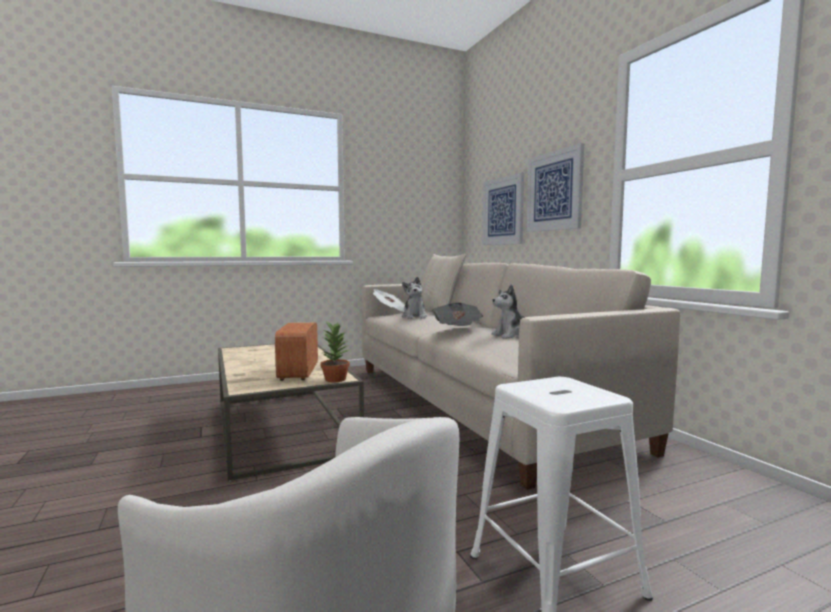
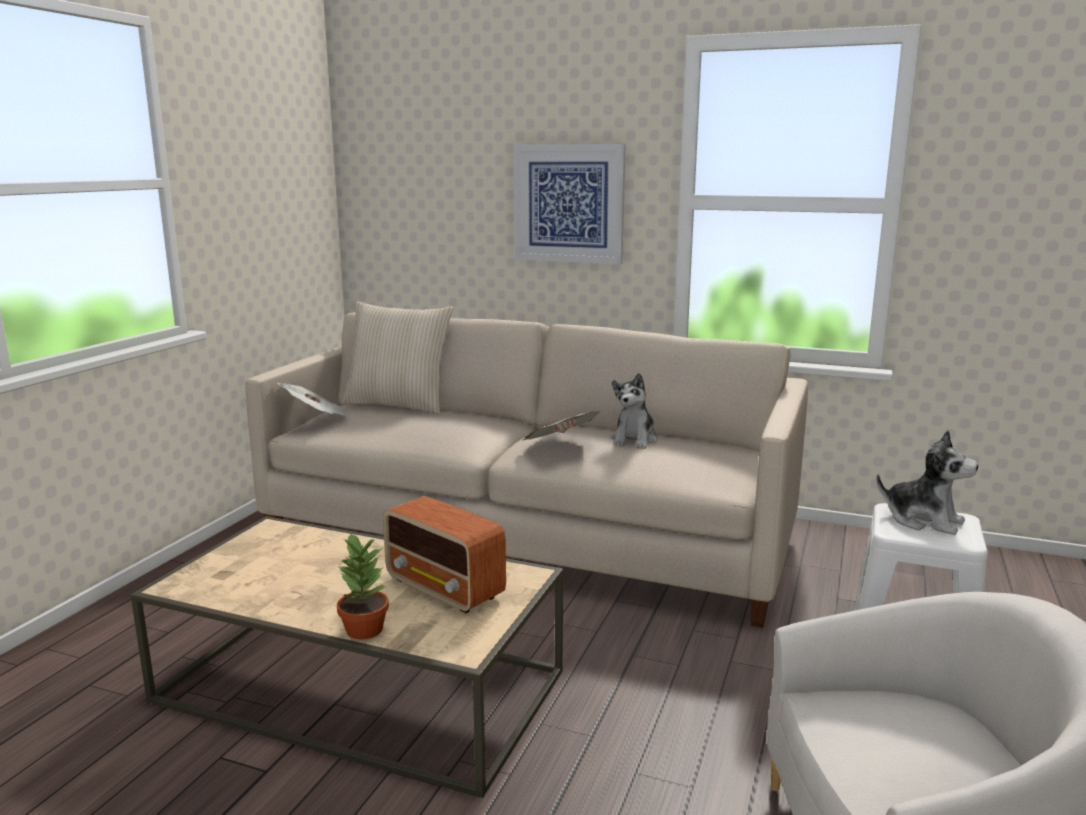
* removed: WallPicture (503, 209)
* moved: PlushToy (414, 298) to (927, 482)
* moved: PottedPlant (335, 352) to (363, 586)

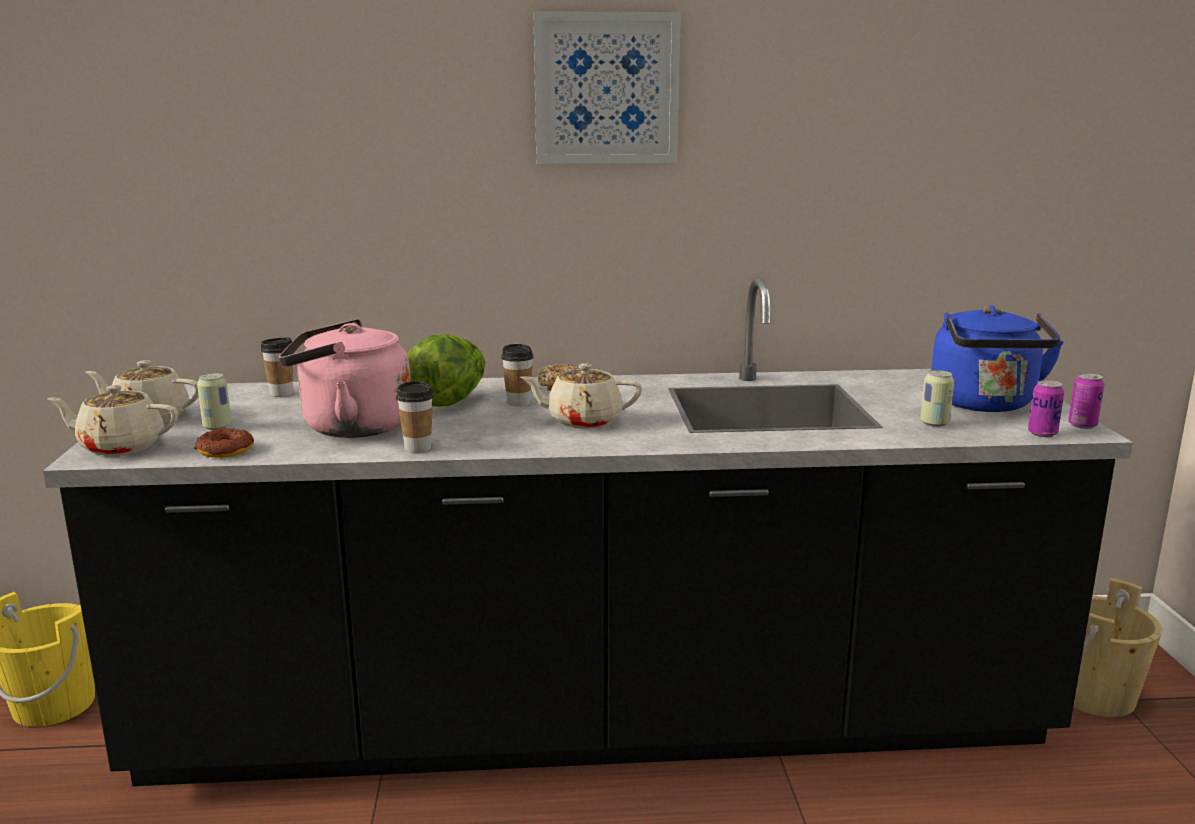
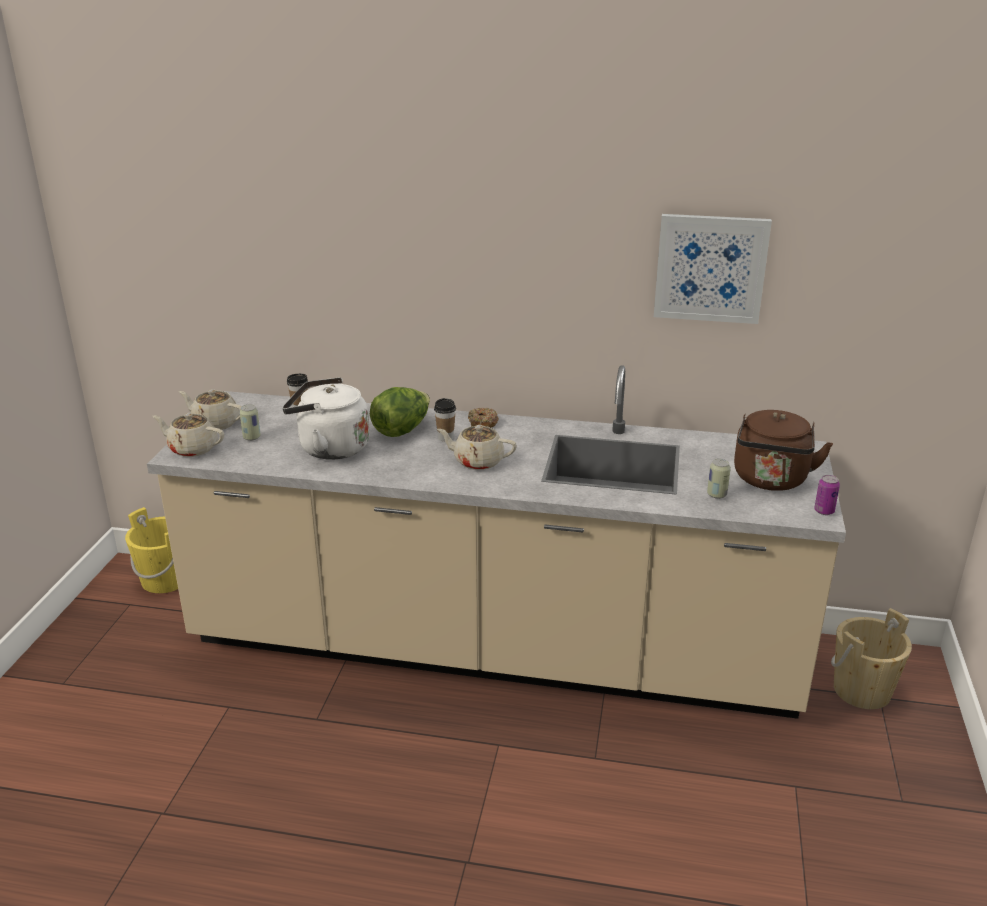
* moved: WallPicture (607, 87) to (713, 269)
* recoloured: BlackKitchenCounter (588, 531) to SandColouredKitchenCounter (496, 542)
* recoloured: BlueTeaKettle (997, 358) to BrownColouredTeaKettle (783, 450)
* recoloured: PinkColouredTeaKettle (345, 378) to WhitishTeaKettle (325, 418)
* removed: SealedCan (1046, 408)
* removed: DrinkingCup (415, 417)
* removed: Doughnut (224, 443)

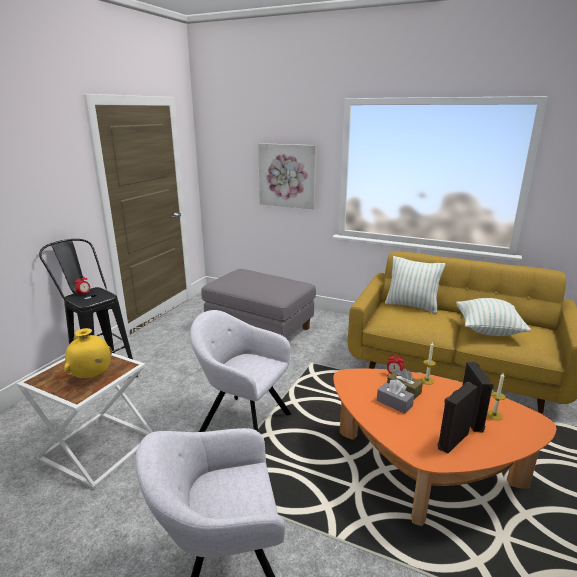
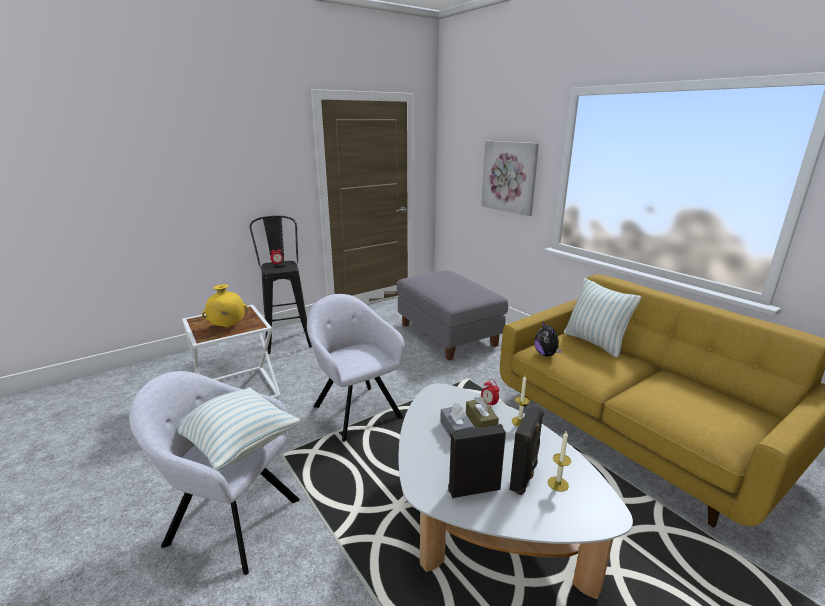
* moved: ThrowPillow (493, 317) to (238, 429)
* recoloured: OrangeColouredLoungeTable (444, 447) to WhitishLoungeTable (515, 491)
* added: PlushToy (548, 338)

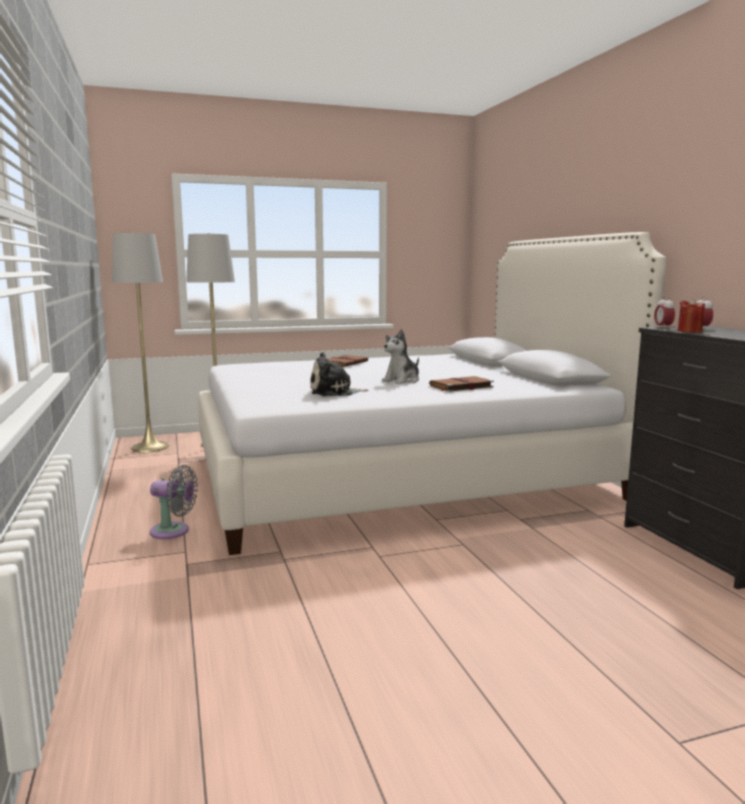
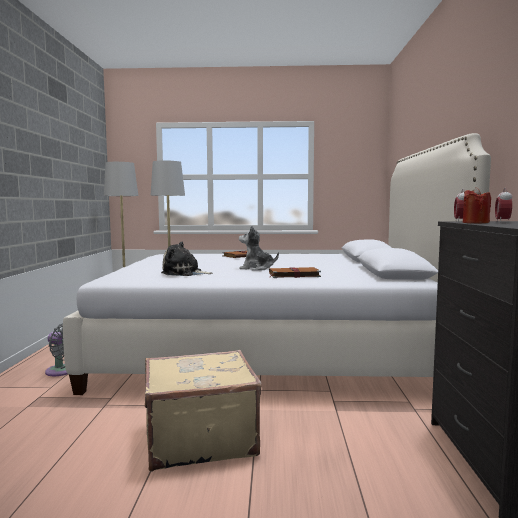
* turned: PlushToy (400, 356) = (259, 248) 45 degrees clockwise
* added: SandColouredPieceOfLuggage (203, 411)

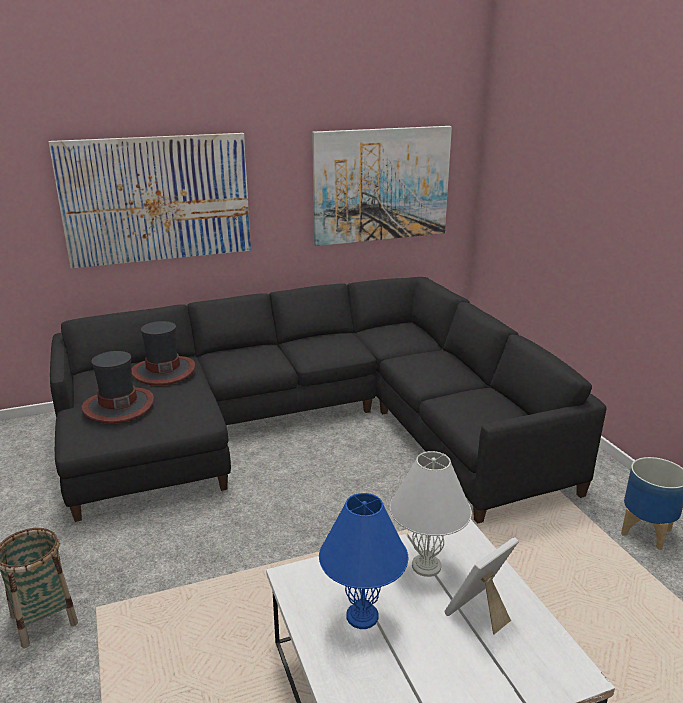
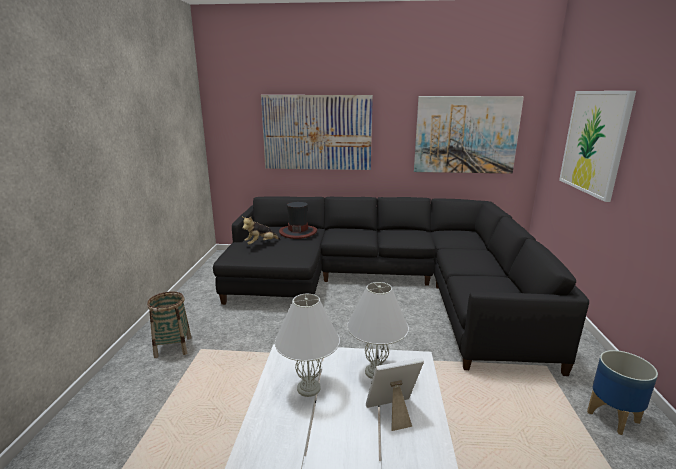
* replaced: Hat (117, 387) to PlushToy (261, 231)
* recoloured: BlueTabletopLamp (363, 561) to WhitishTabletopLamp (307, 345)
* added: WallPicture (597, 146)

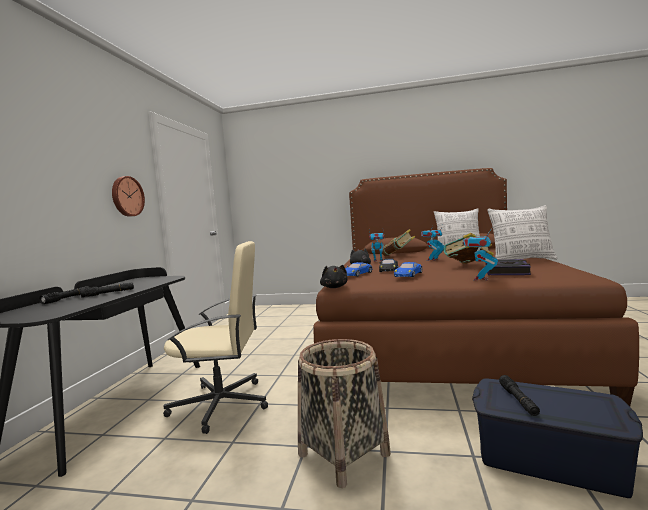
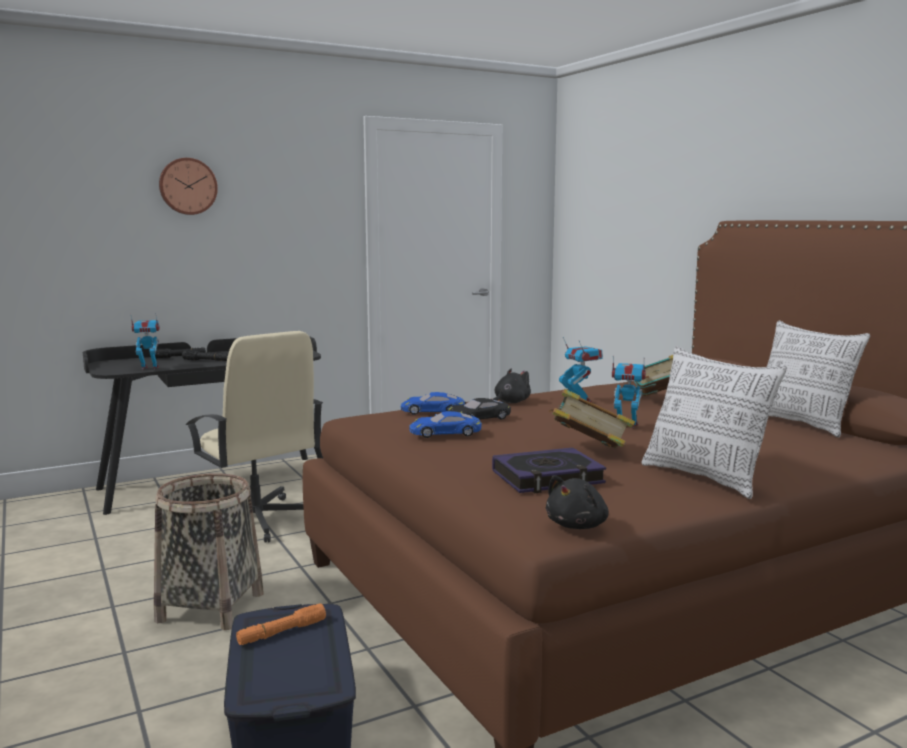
* moved: WallClock (128, 196) to (188, 186)
* moved: ToyRobot (480, 254) to (145, 341)
* moved: BlackPlushToy (334, 276) to (577, 502)
* recoloured: BlackTorch (519, 395) to OrangeColouredTorch (281, 624)

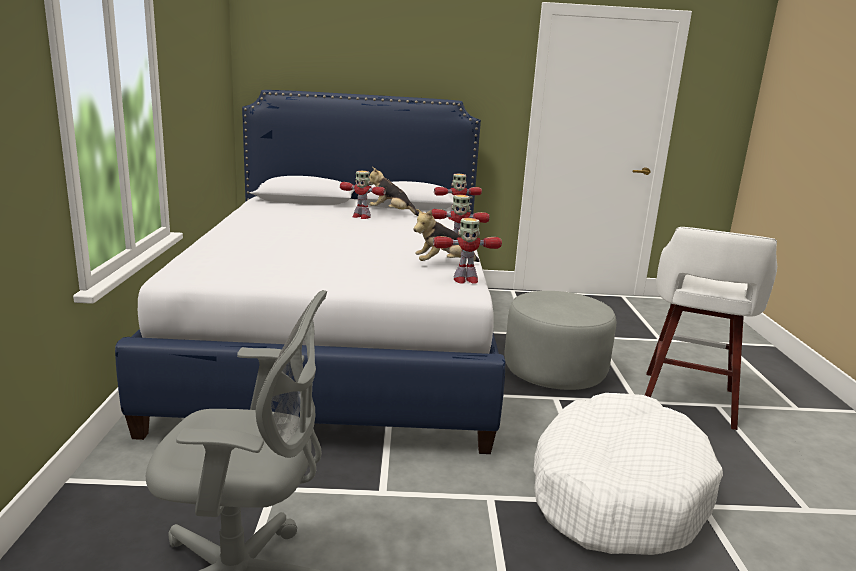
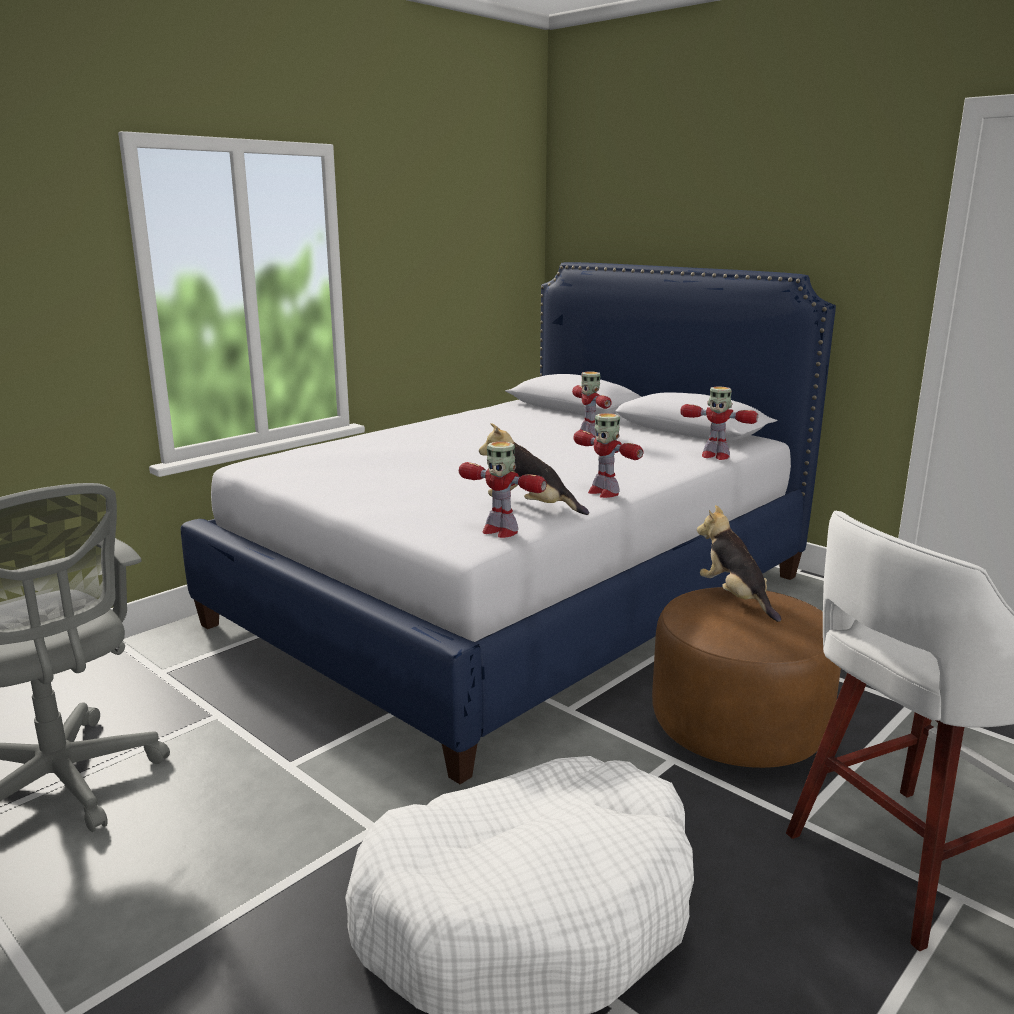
* moved: PlushToy (394, 191) to (739, 563)
* recoloured: GreyishOttoman (560, 340) to BrownColouredOttoman (746, 677)

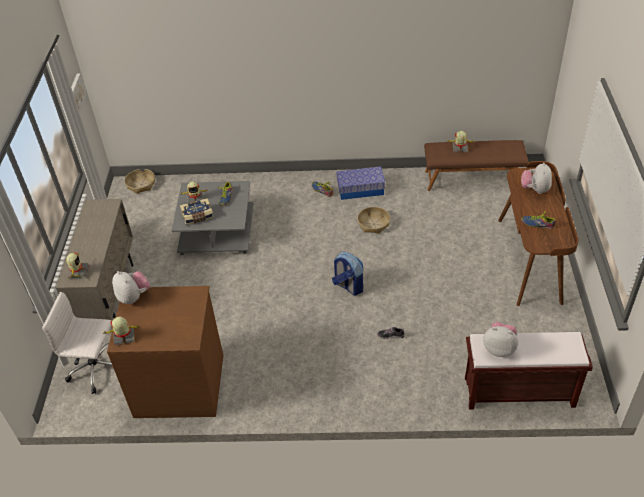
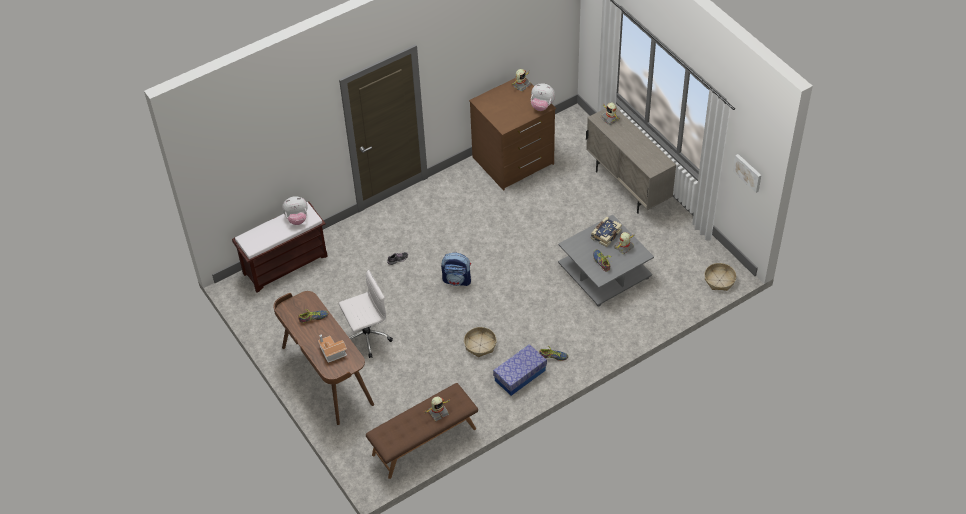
* replaced: PlushToy (536, 178) to MiniatureHouse (332, 349)
* moved: WhitishComputerChair (77, 343) to (366, 314)

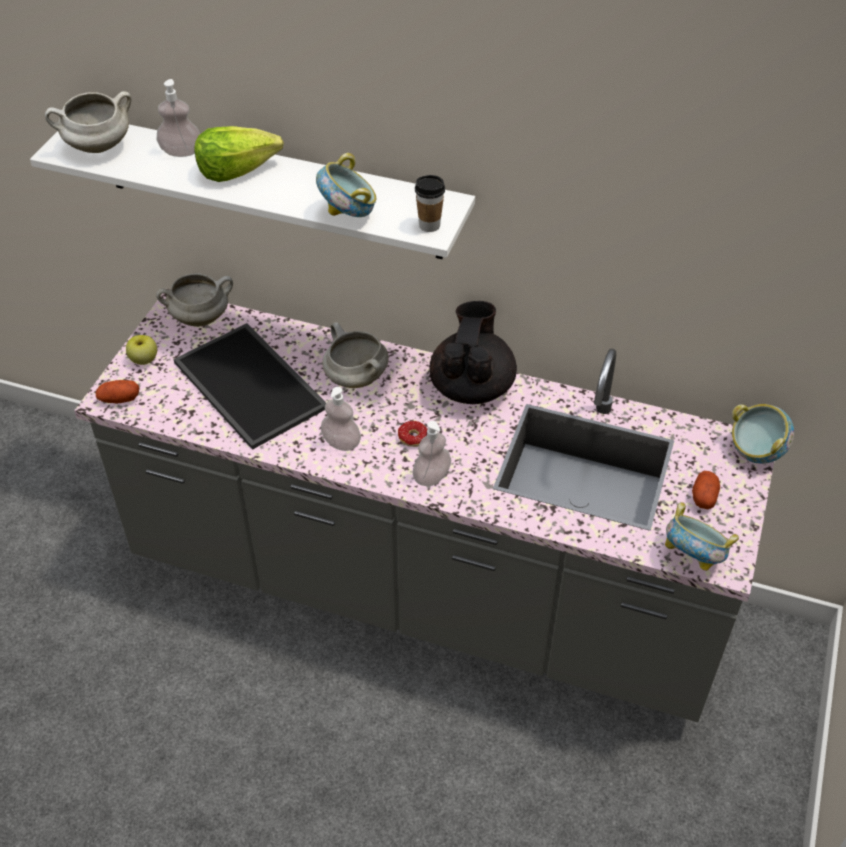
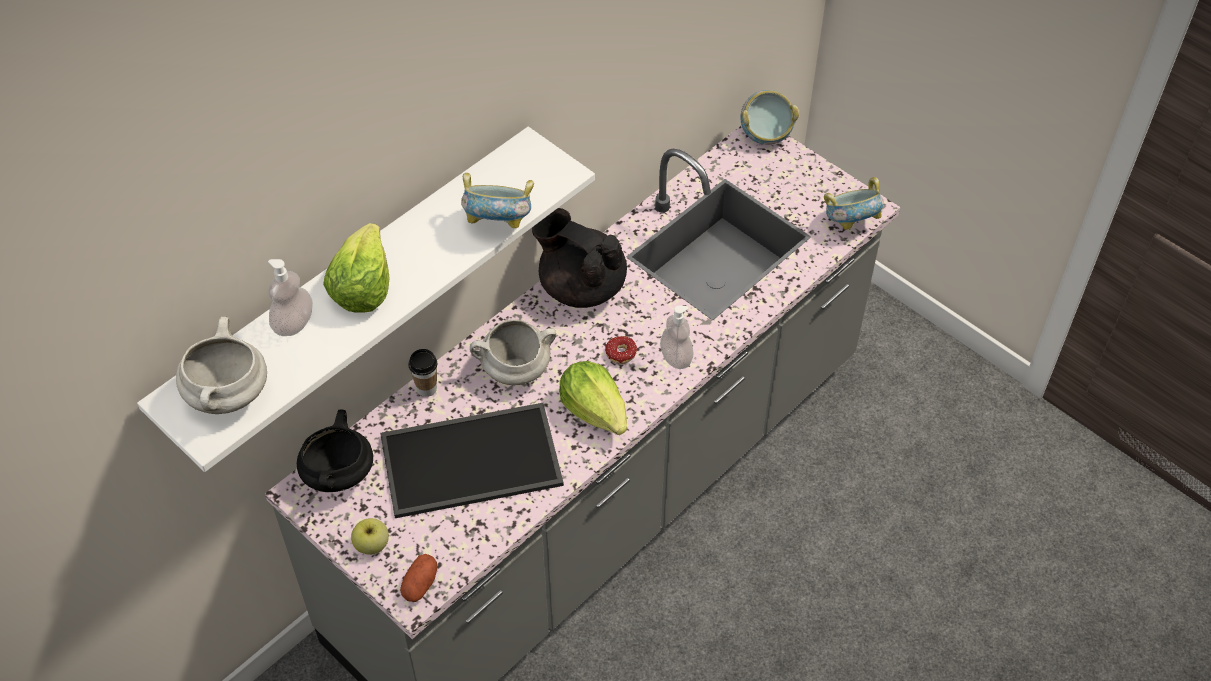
* moved: DrinkingCup (430, 203) to (423, 373)
* recoloured: WhitishSaucepot (194, 300) to BlackSaucepot (335, 450)
* replaced: SoapDispenser (341, 419) to LettuceHead (593, 398)
* removed: WholePotato (706, 490)

